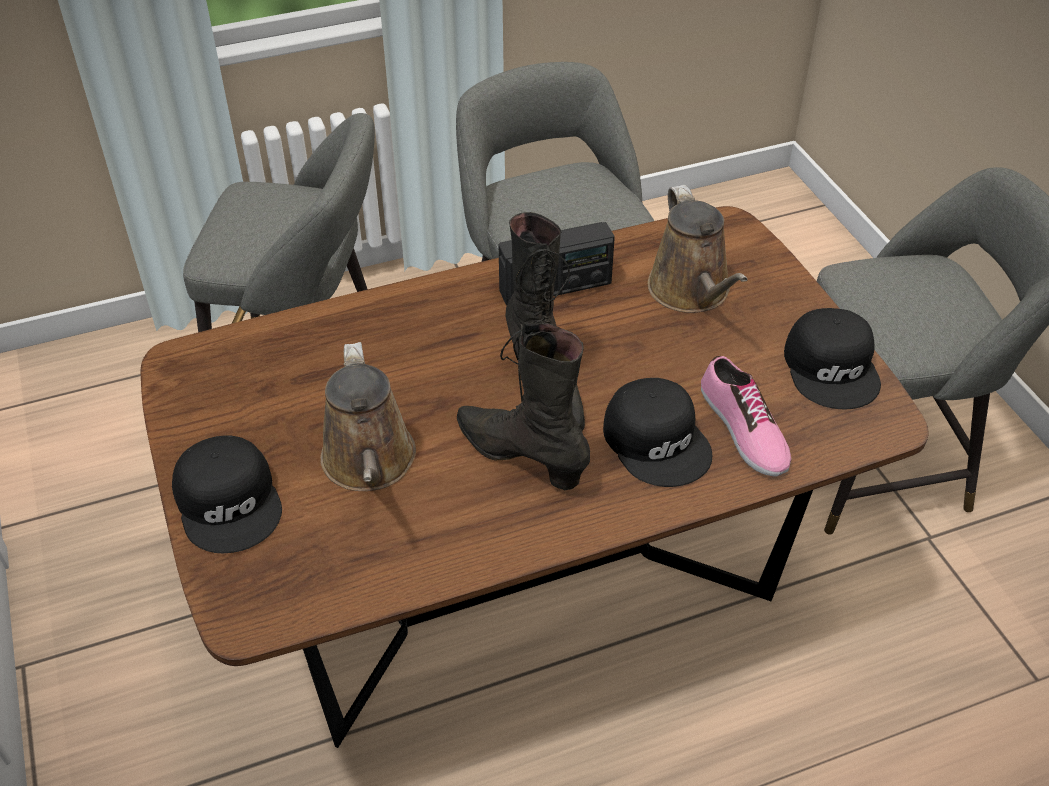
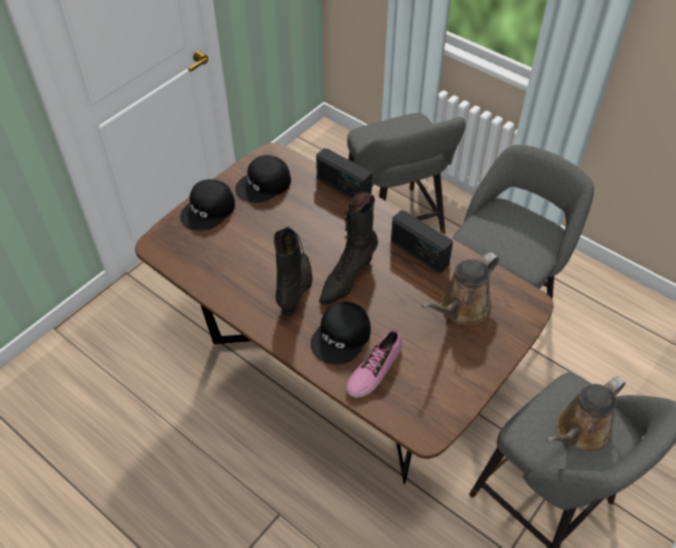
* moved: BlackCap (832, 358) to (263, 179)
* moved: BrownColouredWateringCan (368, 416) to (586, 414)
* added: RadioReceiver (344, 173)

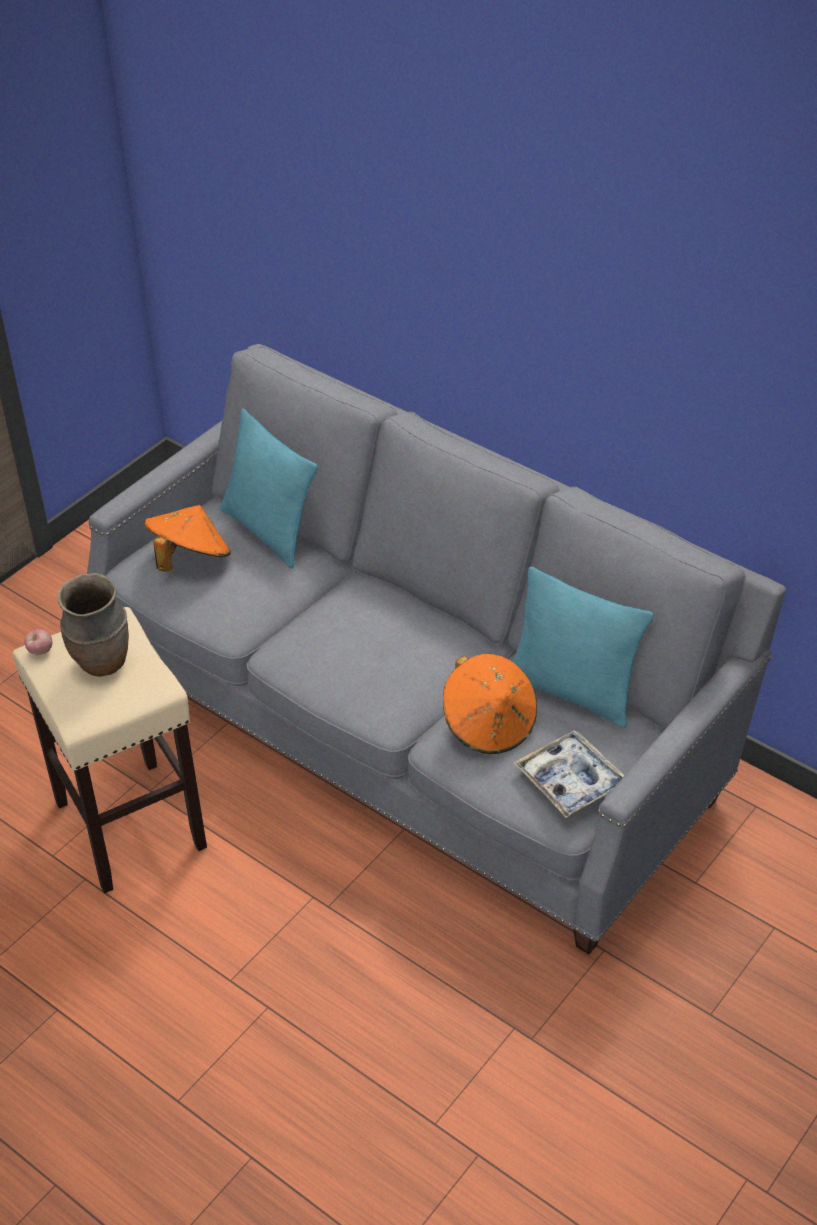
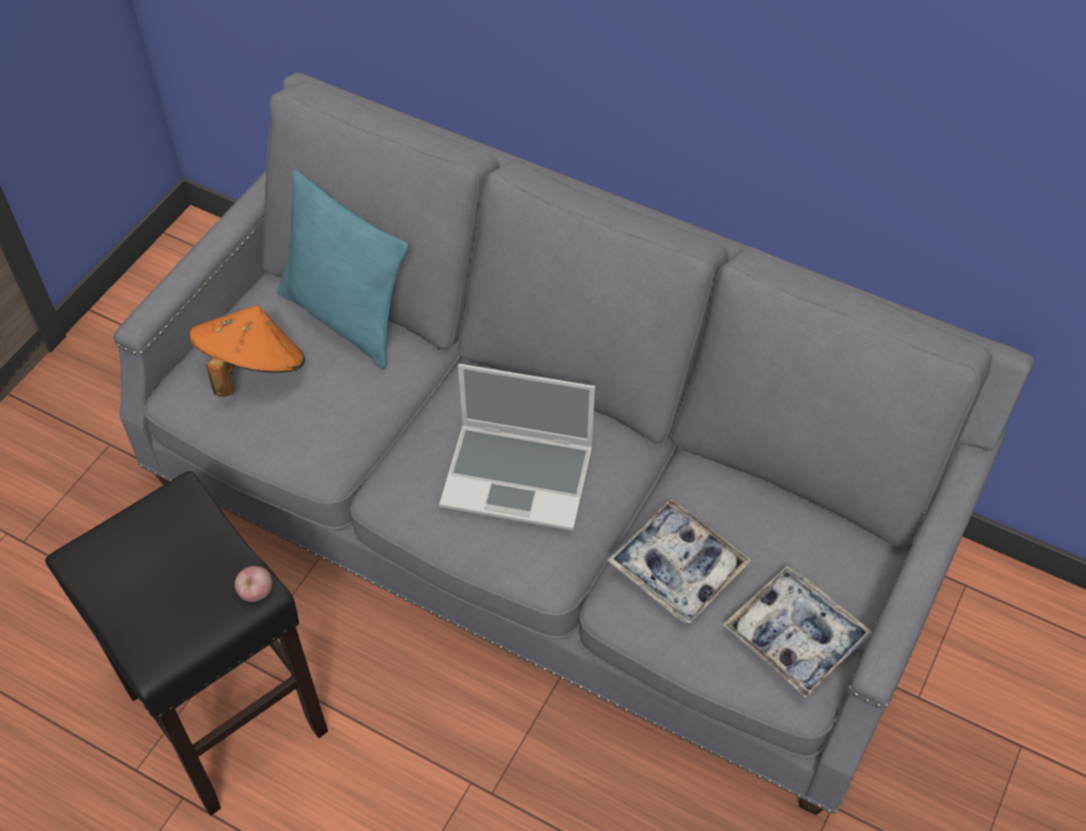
* removed: BlueGreenThrowPillow (583, 647)
* removed: BrownColouredDecorativeVase (93, 625)
* recoloured: SandColouredStoolSeat (110, 750) to BlackStoolSeat (186, 643)
* moved: Apple (38, 642) to (254, 584)
* replaced: OrangeColouredHat (490, 704) to CarryingTray (679, 561)
* added: Laptop (517, 447)

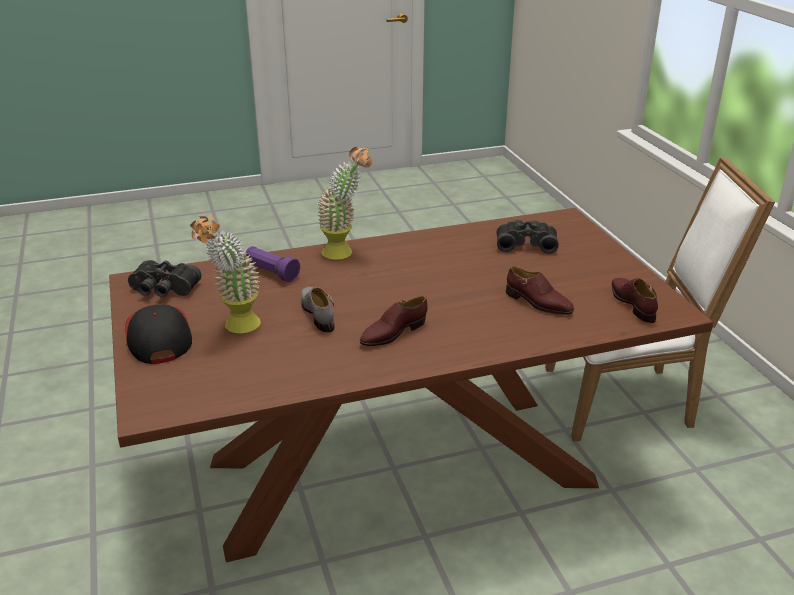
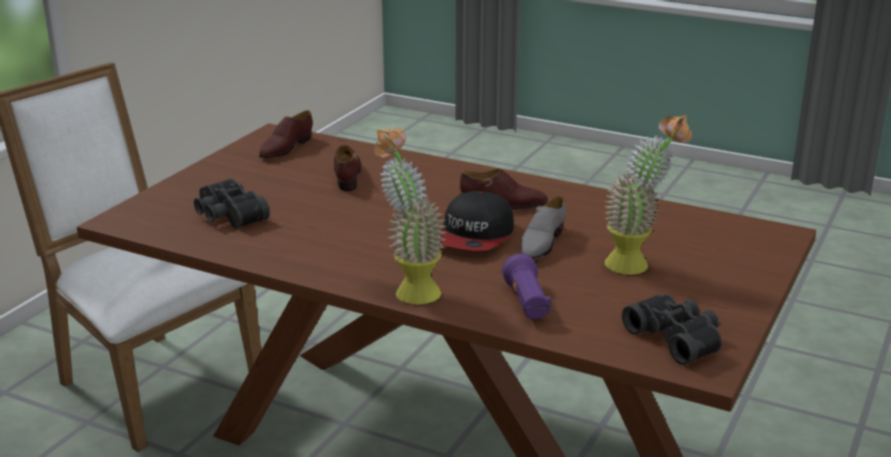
* moved: Cap (158, 334) to (477, 221)

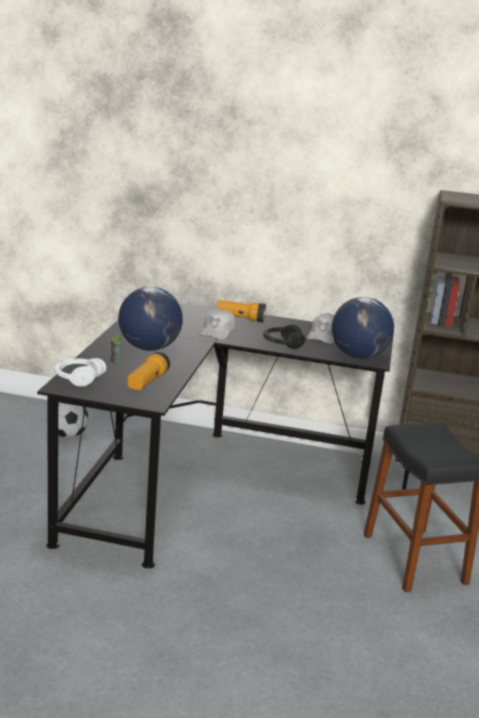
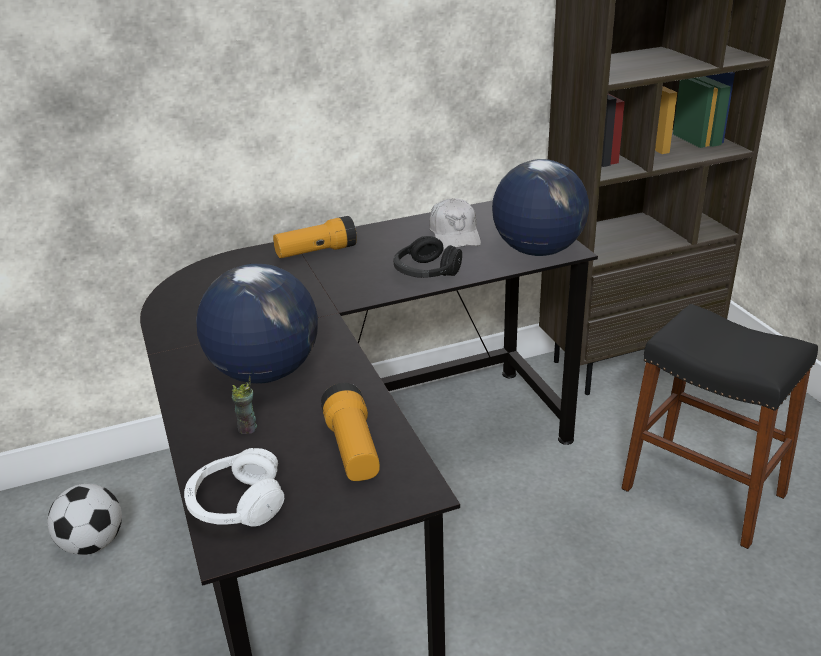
* removed: WhitishCap (217, 324)

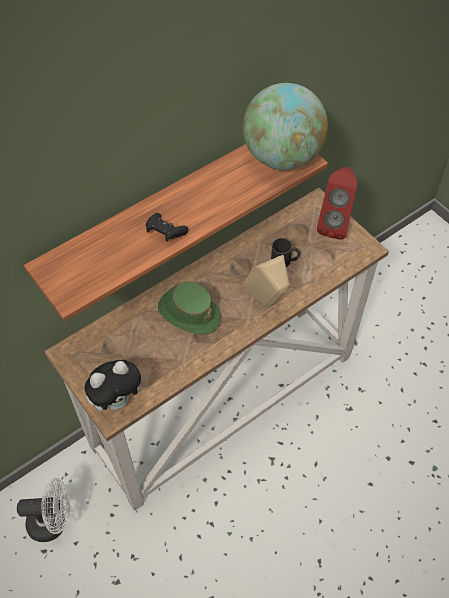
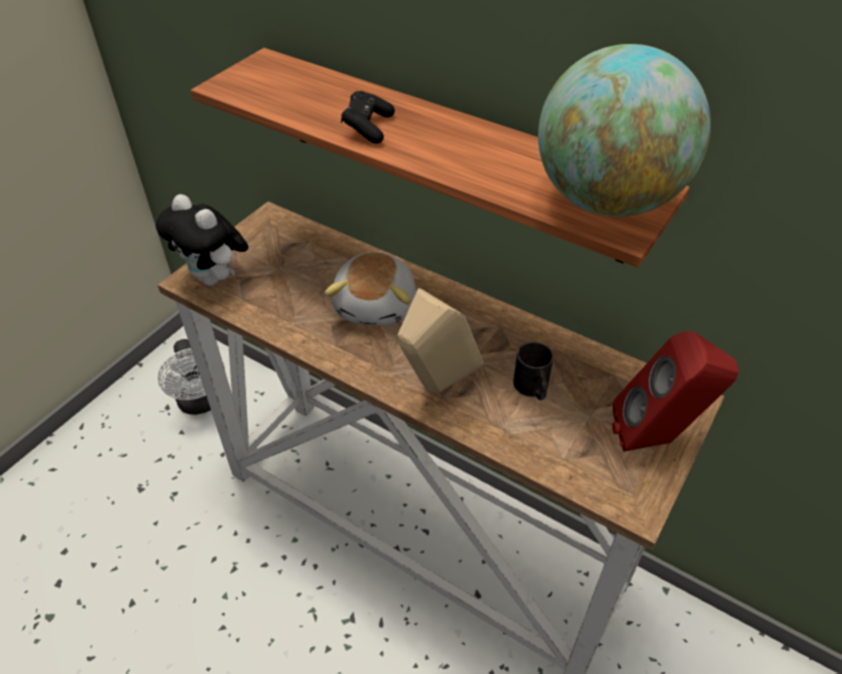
* replaced: GreenishHat (189, 308) to PlushToy (370, 289)

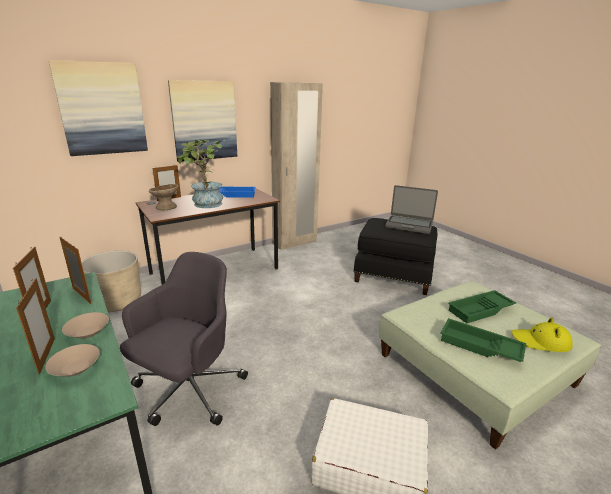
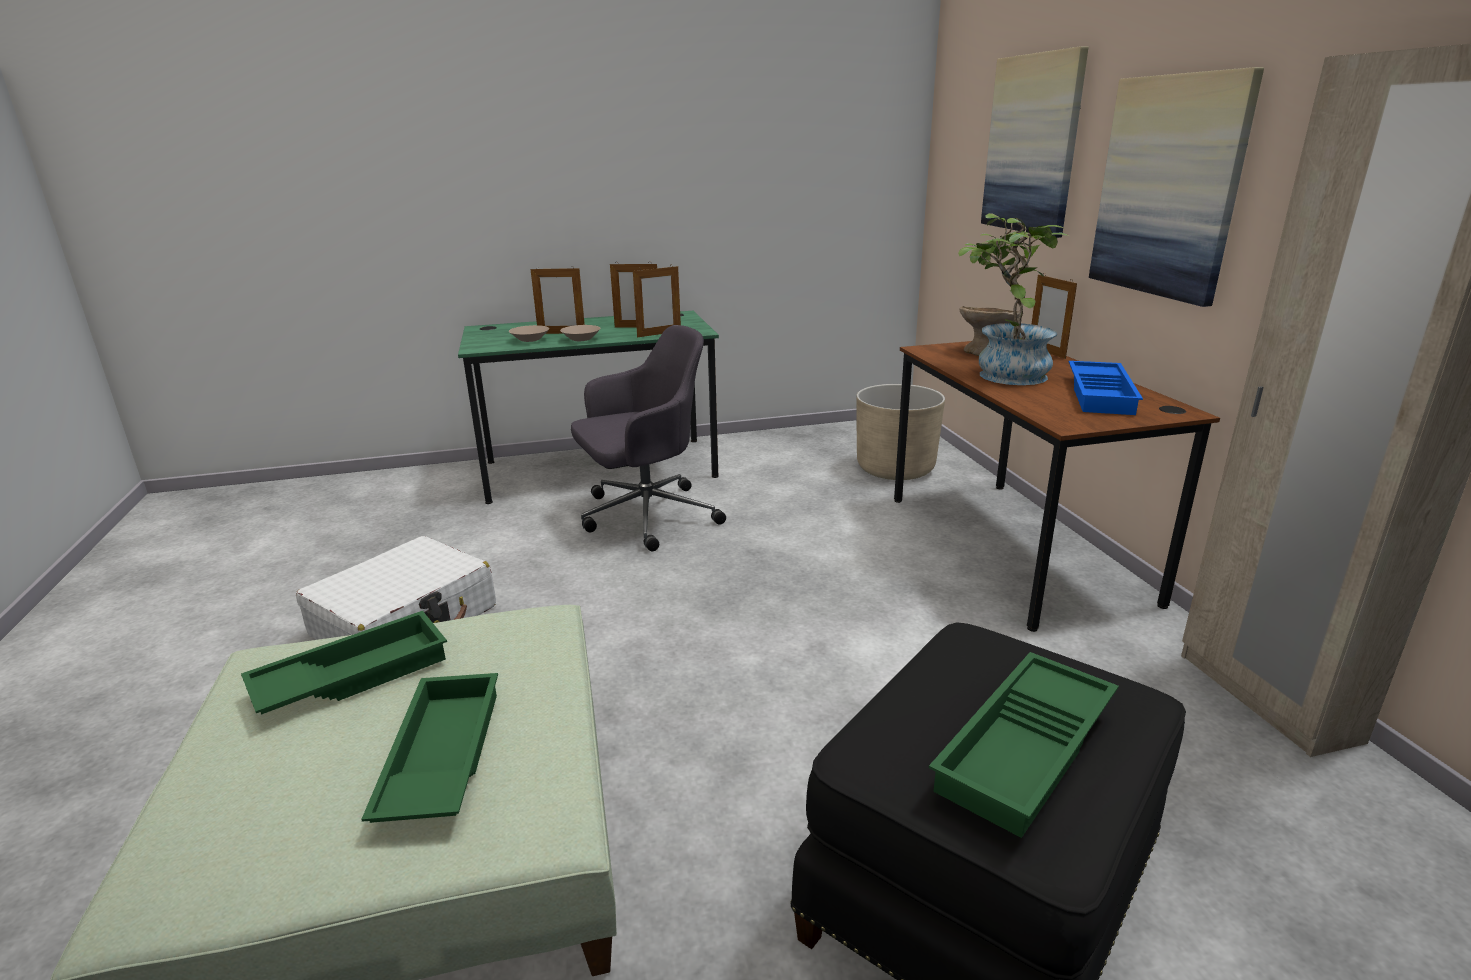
* replaced: Laptop (411, 209) to GreenishCarryingTray (1024, 745)
* turned: GreyishComputerChair (184, 339) = (648, 438) 75 degrees counterclockwise
* removed: YellowColouredHat (542, 334)

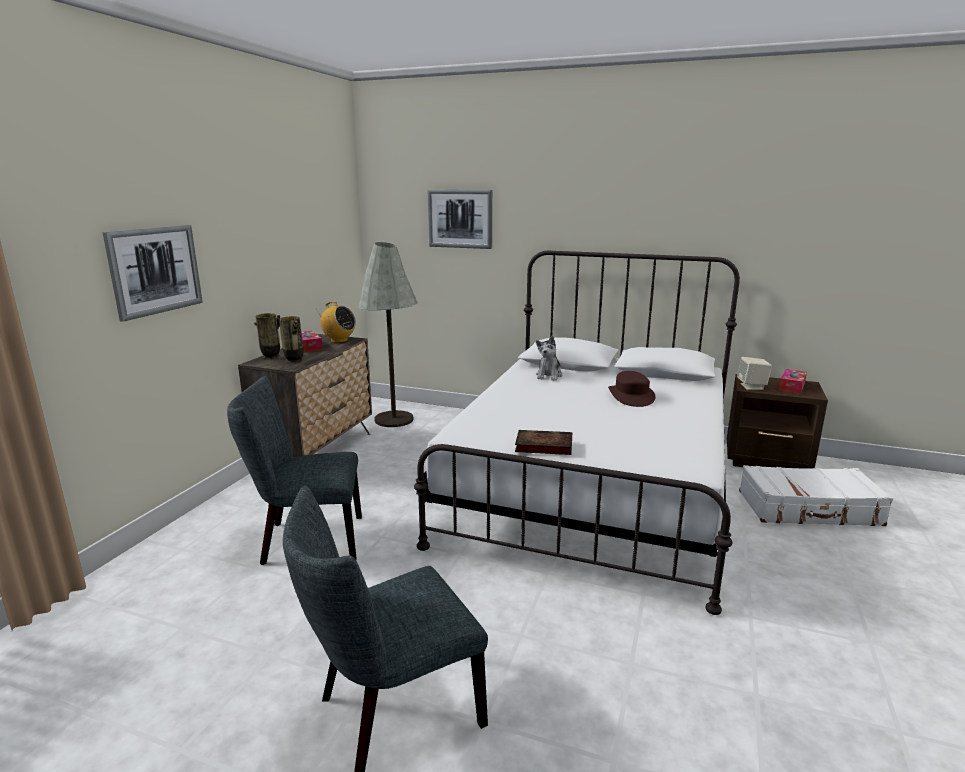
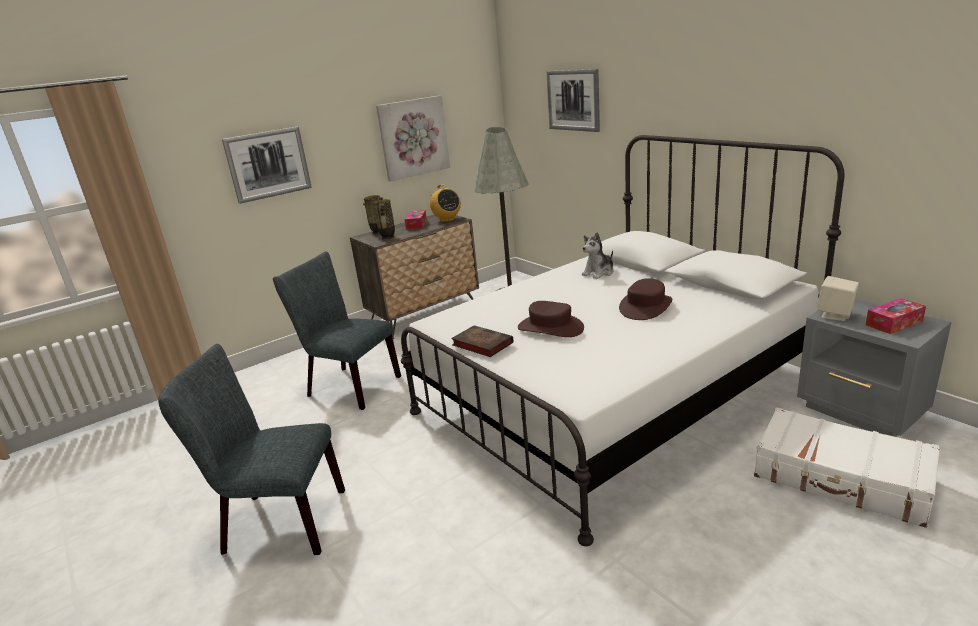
* recoloured: BrownColouredBedsideTable (777, 421) to GreyishBedsideTable (874, 368)
* added: WallPicture (413, 138)
* added: BrownColouredHat (551, 319)

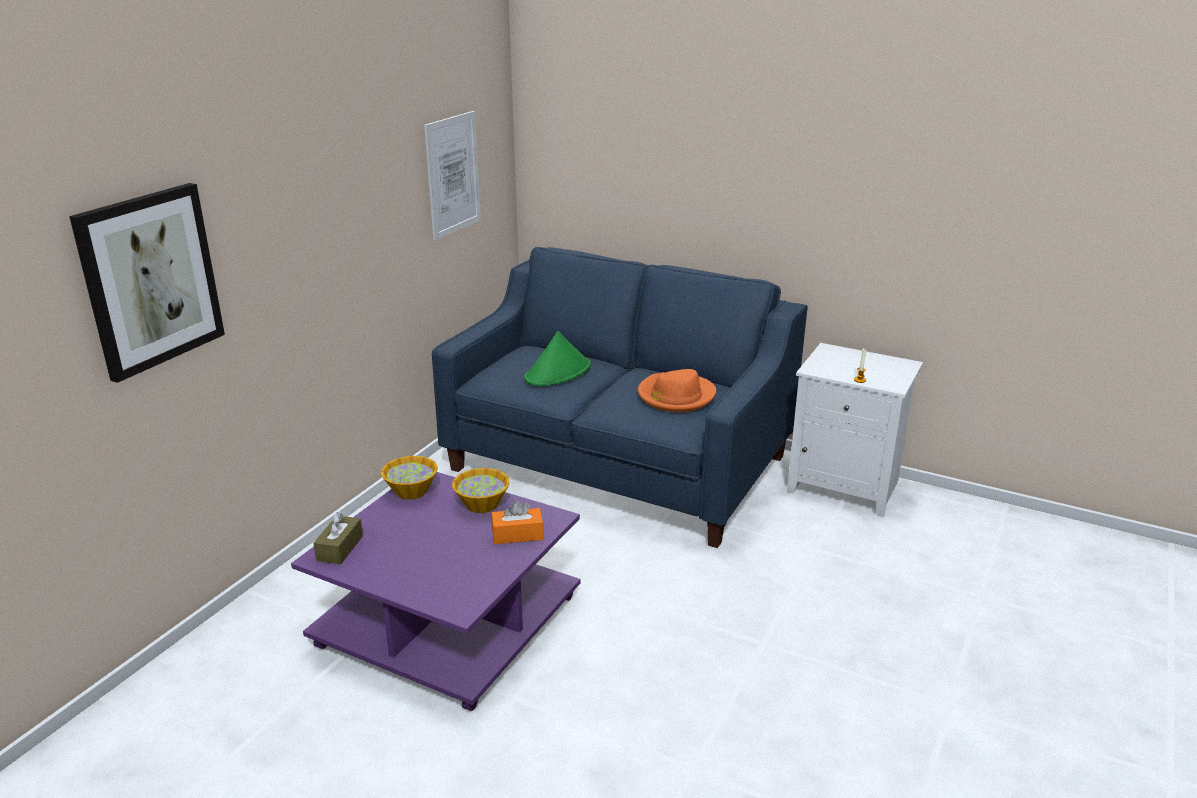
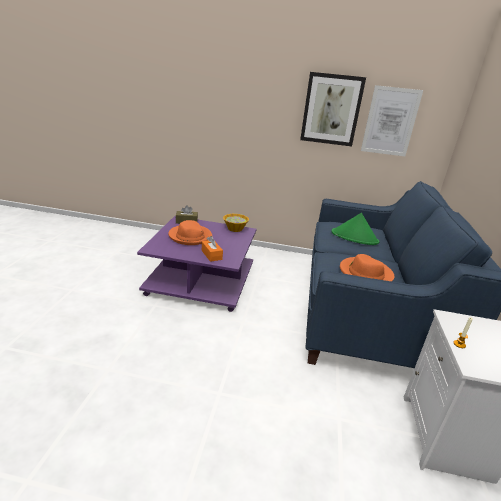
* moved: WallPicture (147, 283) to (333, 109)
* removed: ServingBowl (481, 490)
* added: OrangeColouredHat (190, 232)

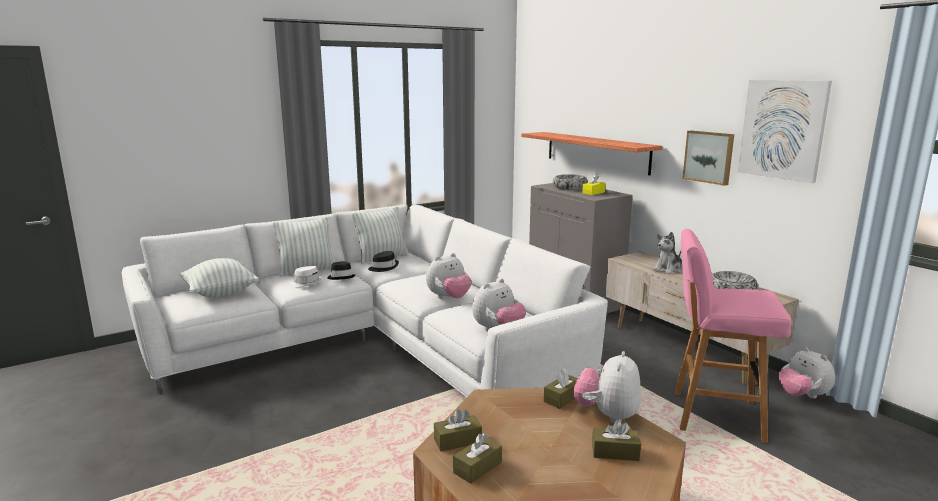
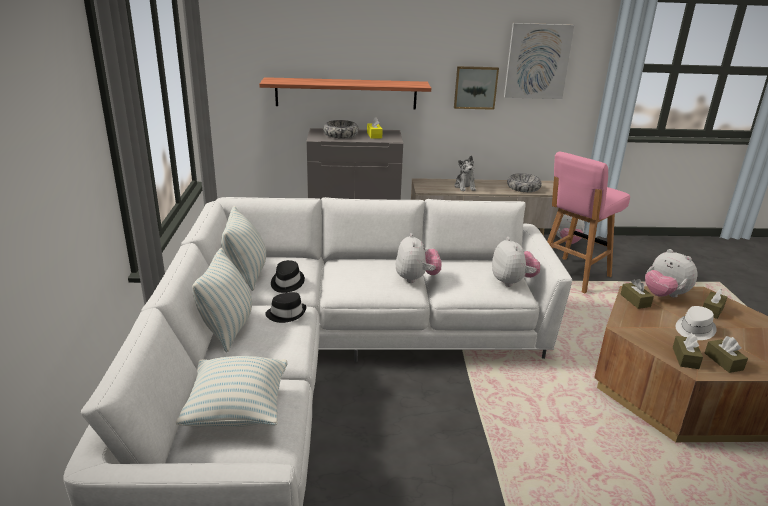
* moved: WhitishHat (306, 276) to (696, 323)

